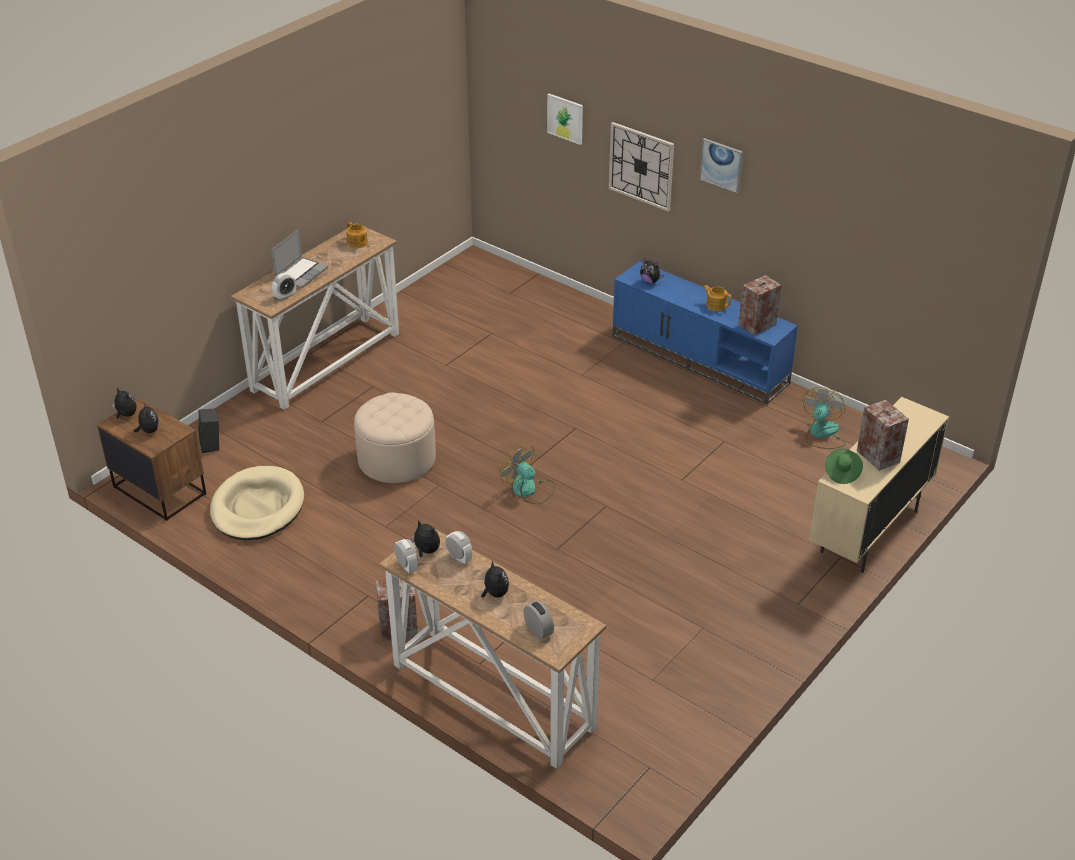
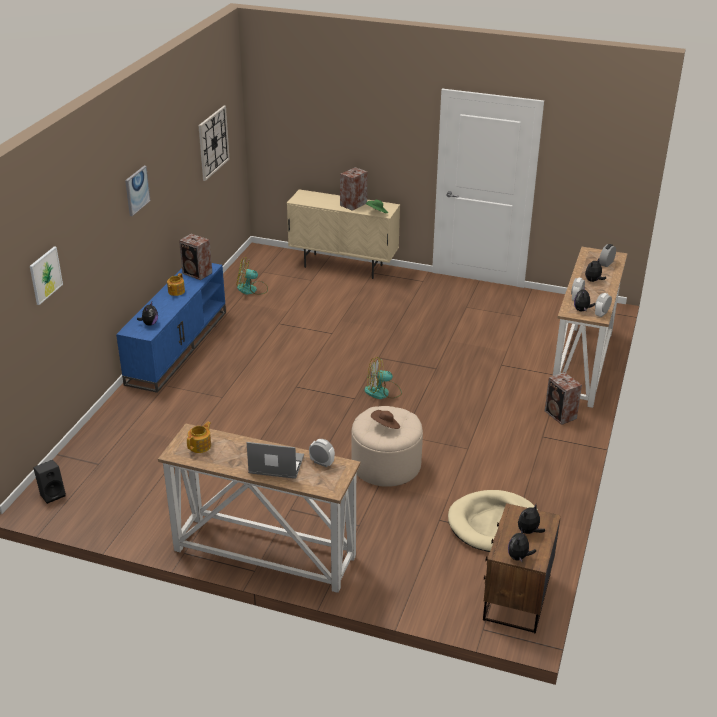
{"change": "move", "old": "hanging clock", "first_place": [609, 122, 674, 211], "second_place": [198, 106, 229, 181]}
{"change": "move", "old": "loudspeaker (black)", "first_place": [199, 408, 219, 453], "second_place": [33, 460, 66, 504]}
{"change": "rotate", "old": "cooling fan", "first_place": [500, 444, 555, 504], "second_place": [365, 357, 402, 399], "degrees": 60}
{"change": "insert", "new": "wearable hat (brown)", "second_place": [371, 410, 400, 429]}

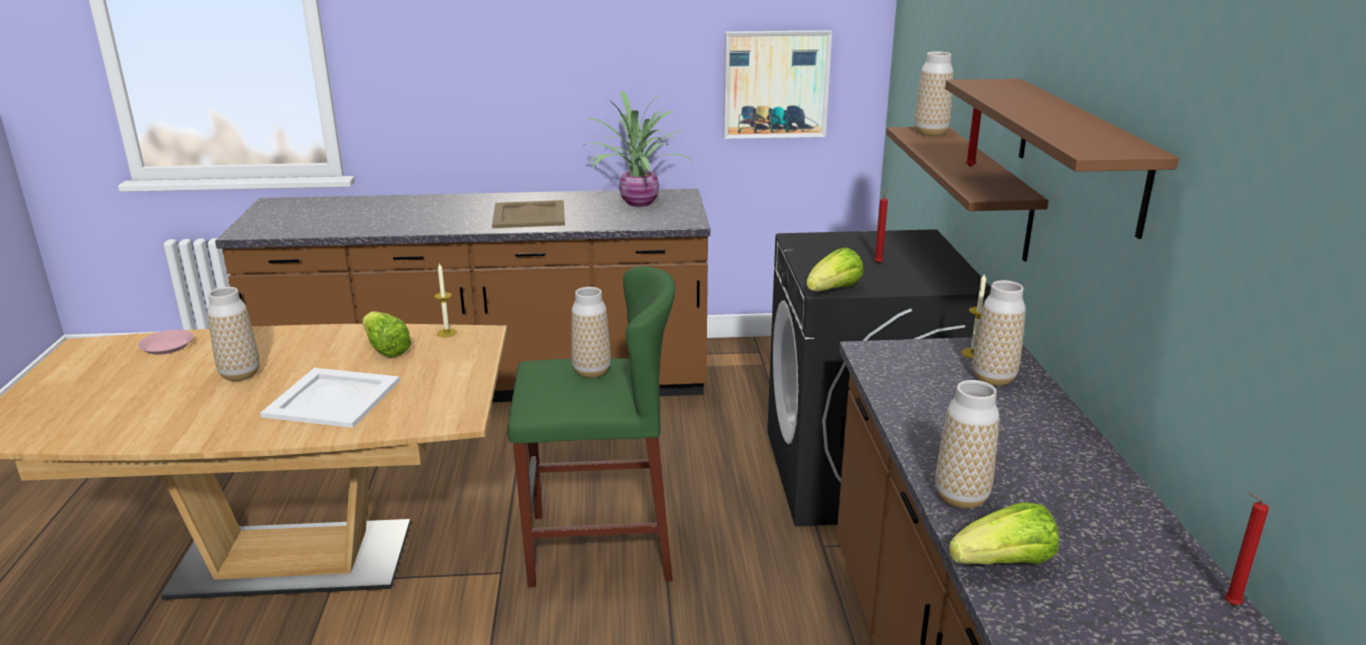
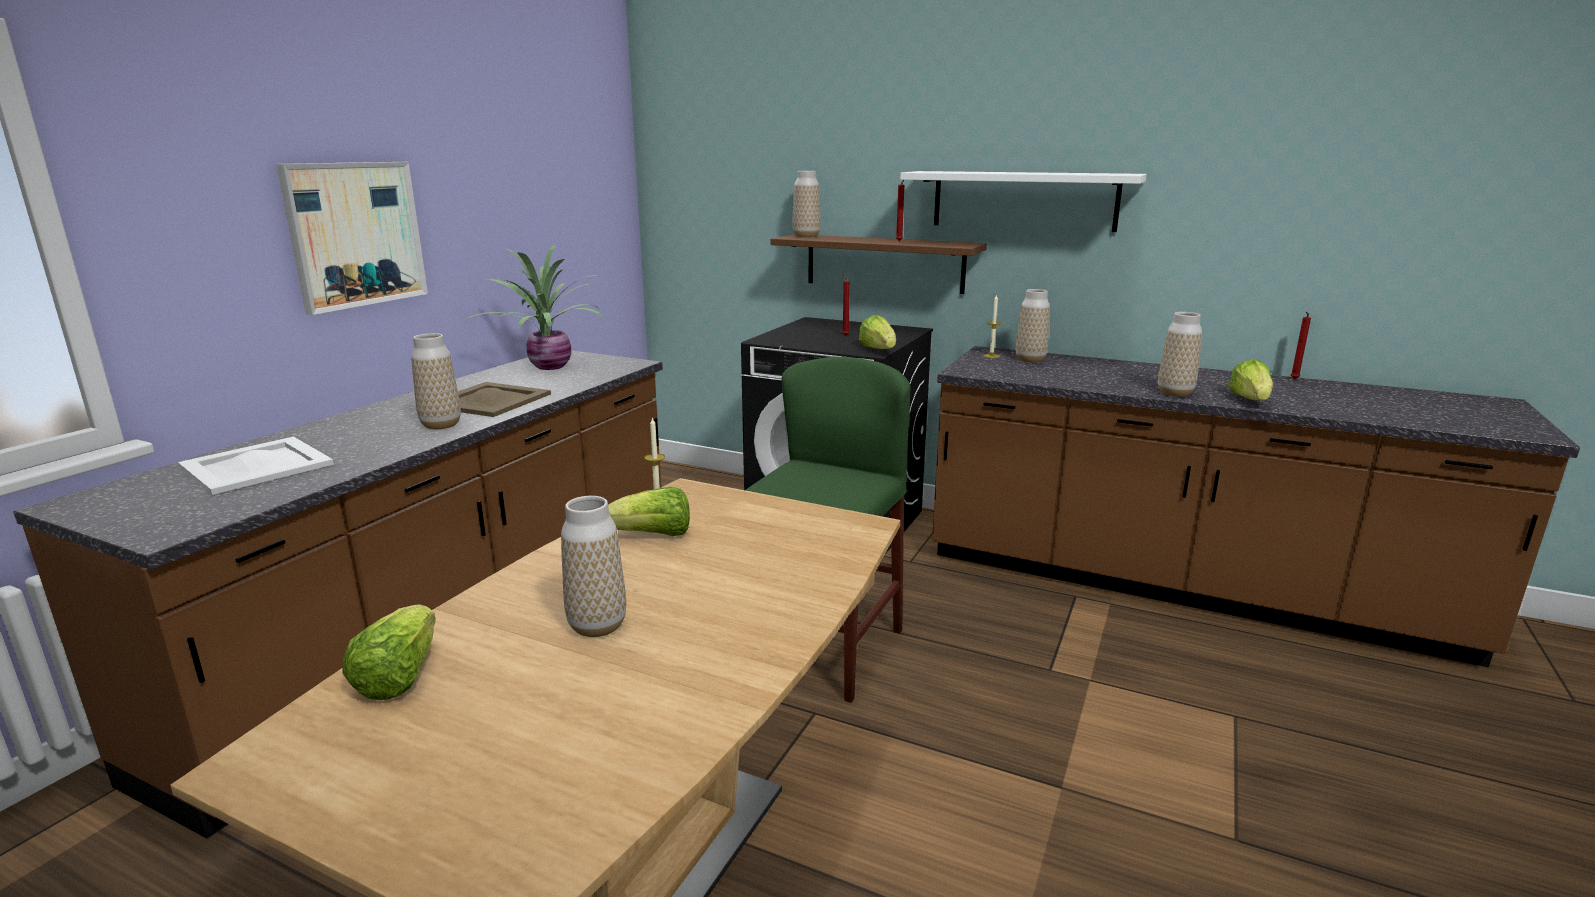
{"change": "move", "old": "picture", "first_place": [723, 30, 832, 139], "second_place": [276, 162, 428, 315]}
{"change": "recolor", "old": "shelf (brown)", "new": "shelf (white)", "first_place": [945, 79, 1179, 239], "second_place": [900, 171, 1147, 232]}
{"change": "move", "old": "flower vase", "first_place": [571, 287, 611, 378], "second_place": [411, 333, 461, 429]}
{"change": "replace", "old": "plate (pink)", "new": "head of lettuce", "first_place": [138, 330, 193, 355], "second_place": [342, 604, 436, 700]}
{"change": "move", "old": "carrying tray (white)", "first_place": [260, 368, 400, 428], "second_place": [178, 437, 334, 495]}

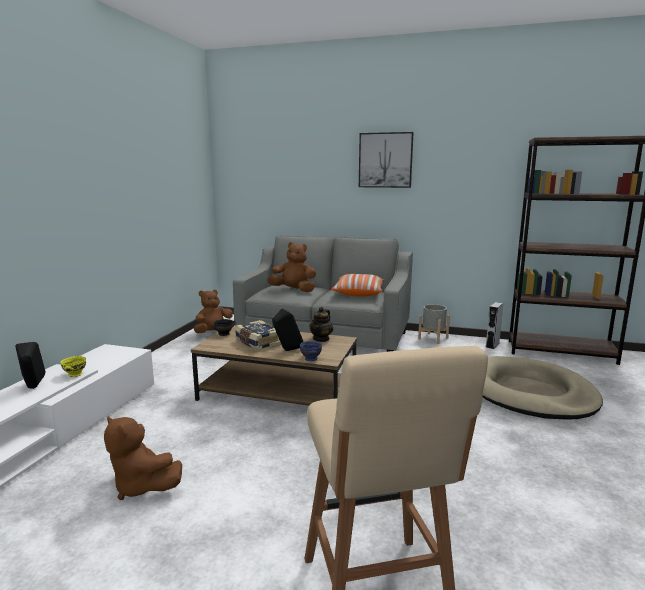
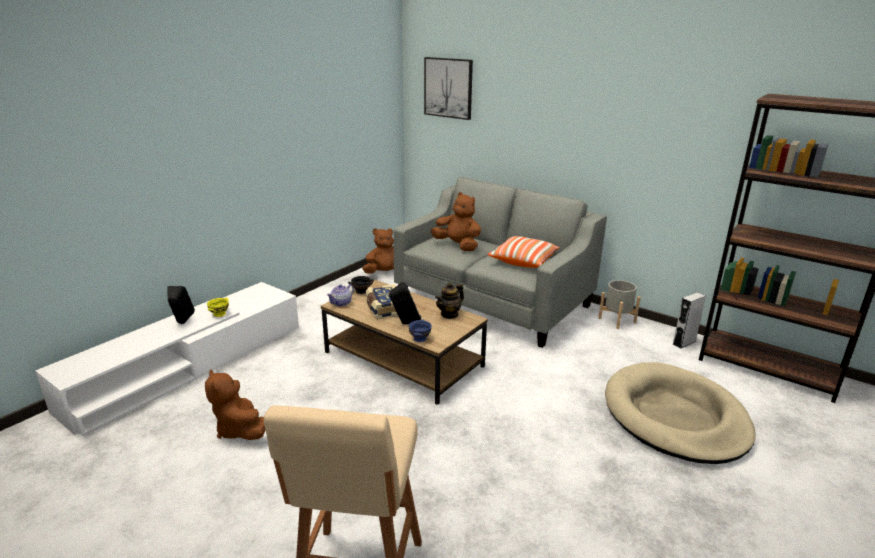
{"change": "move", "old": "picture", "first_place": [359, 132, 414, 188], "second_place": [424, 57, 473, 120]}
{"change": "insert", "new": "tea pot", "second_place": [327, 284, 354, 307]}

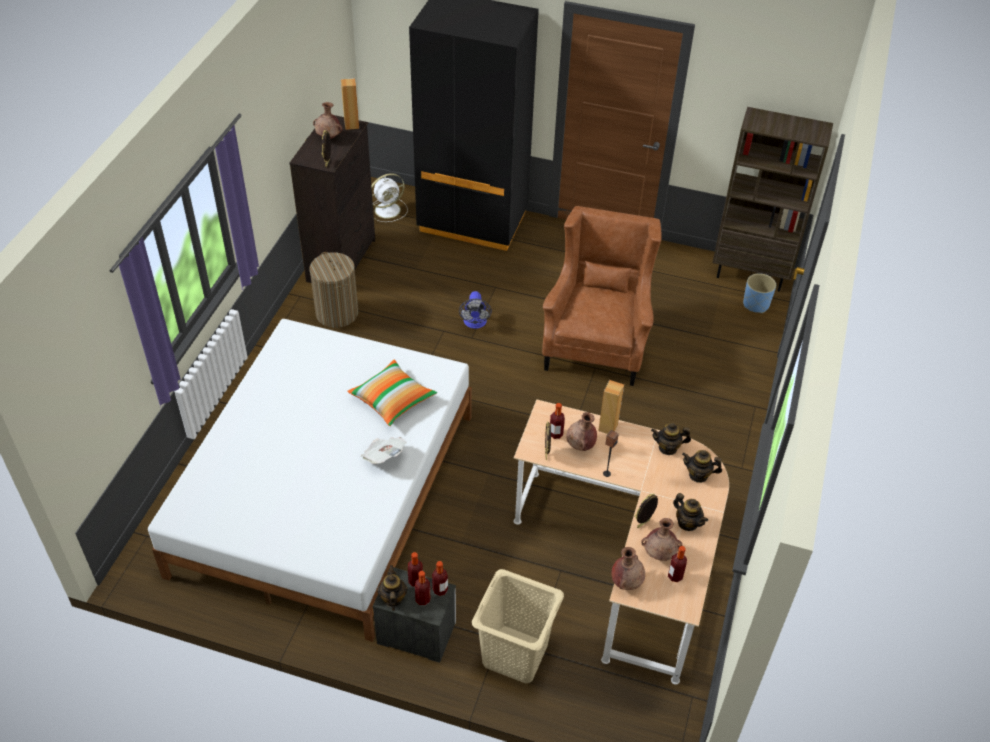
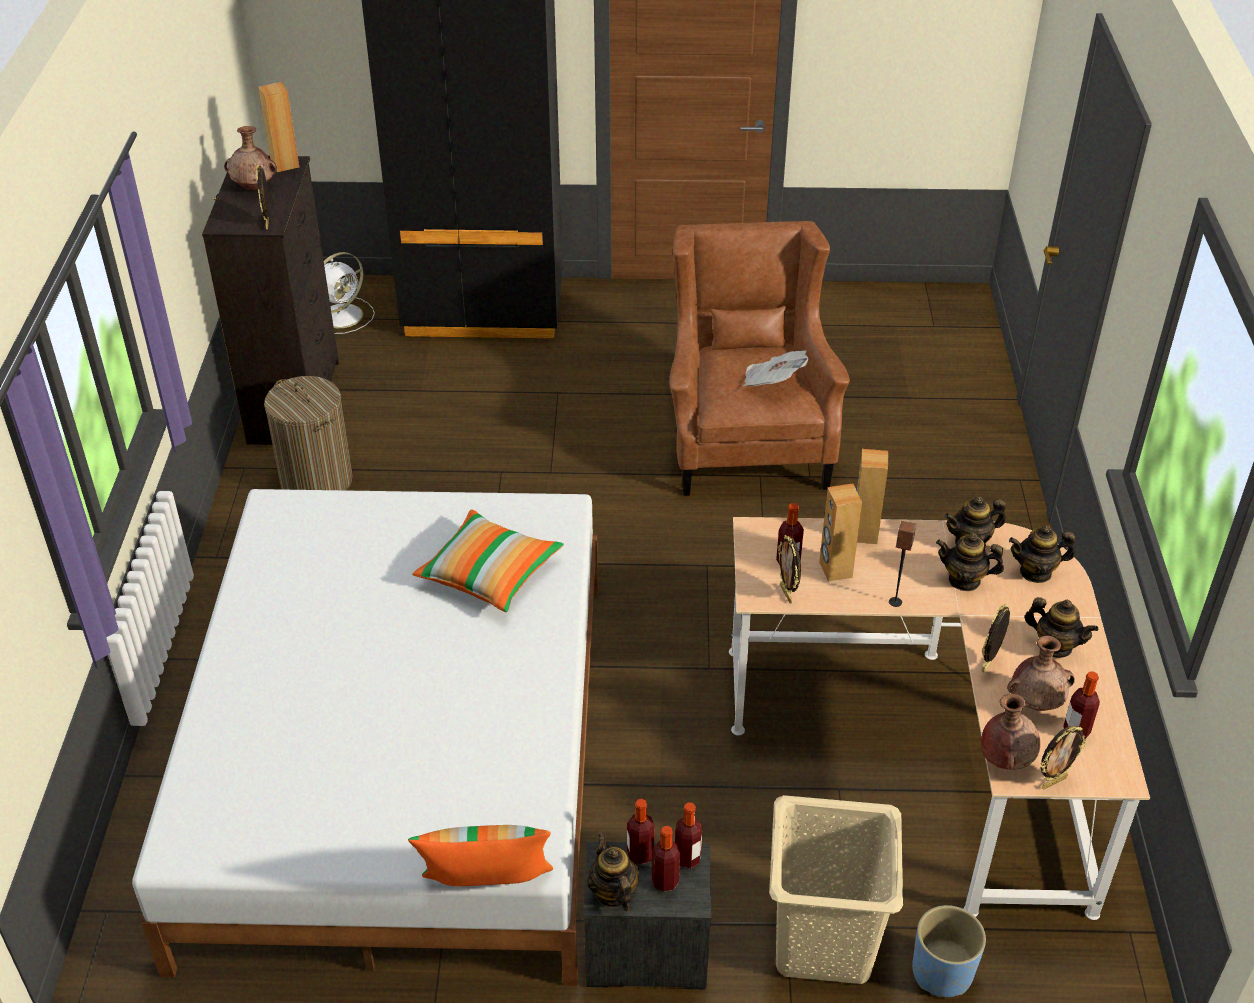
{"change": "delete", "old": "bookcase (brown)", "first_place": [712, 107, 833, 292]}
{"change": "move", "old": "flower pot (blue)", "first_place": [743, 273, 776, 313], "second_place": [912, 905, 986, 997]}
{"change": "delete", "old": "cooling fan", "first_place": [459, 291, 492, 329]}
{"change": "replace", "old": "flower vase (brown)", "new": "loudspeaker (brown)", "first_place": [566, 412, 597, 451], "second_place": [819, 483, 862, 581]}
{"change": "move", "old": "printed paper", "first_place": [361, 437, 407, 464], "second_place": [743, 351, 808, 387]}
{"change": "insert", "new": "tea pot", "second_place": [936, 533, 1004, 591]}
{"change": "insert", "new": "standing frame", "second_place": [1041, 726, 1087, 790]}
{"change": "insert", "new": "cushion", "second_place": [408, 825, 553, 886]}

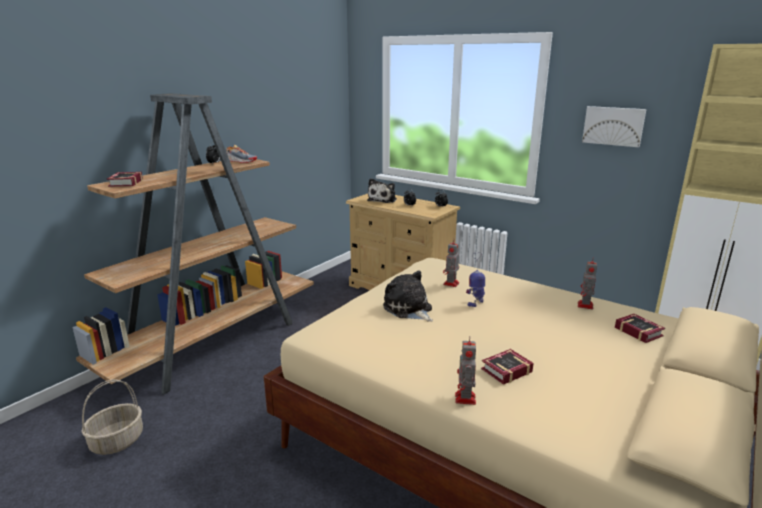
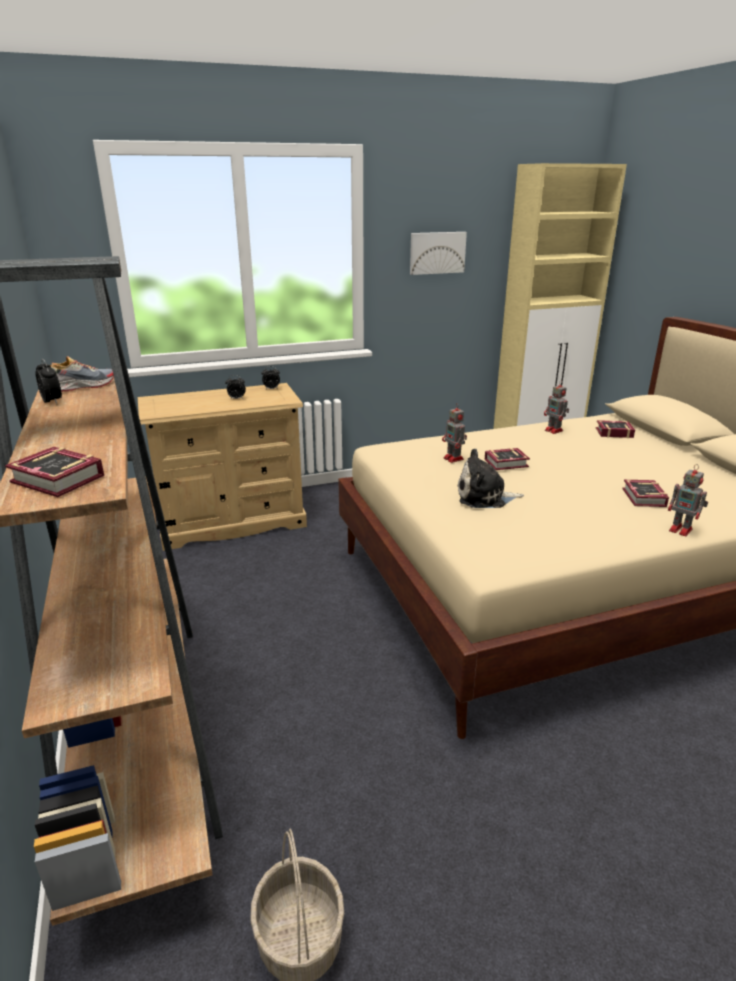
{"change": "delete", "old": "cuddly toy", "first_place": [367, 178, 397, 203]}
{"change": "replace", "old": "model robot", "new": "book", "first_place": [466, 252, 485, 307], "second_place": [485, 448, 530, 470]}

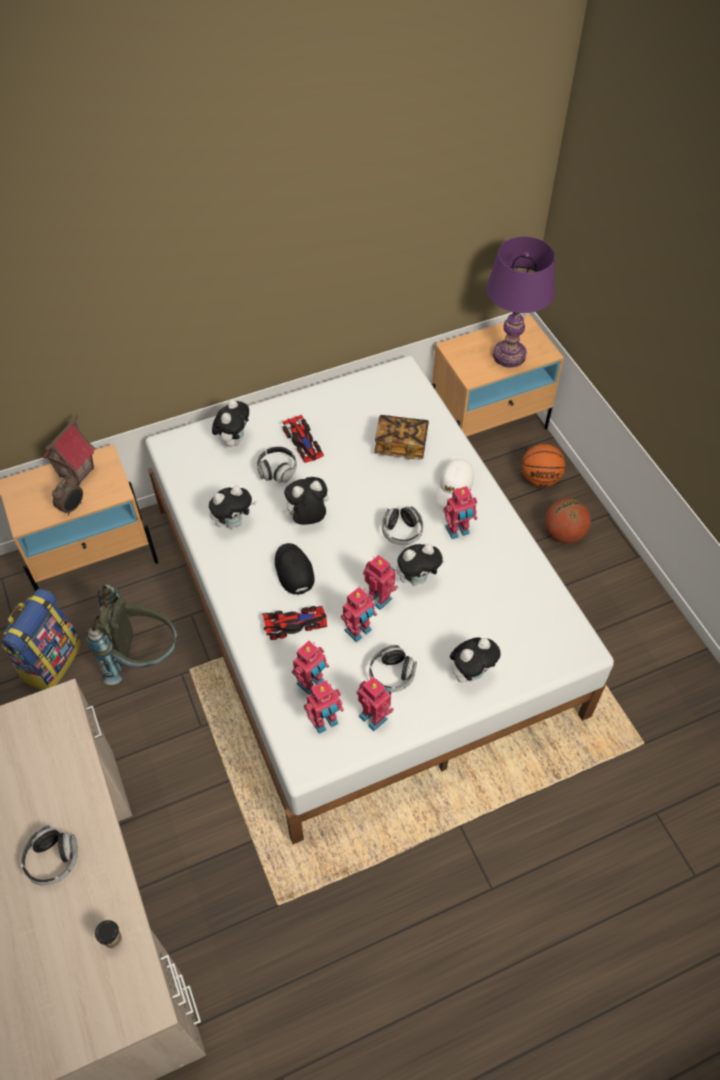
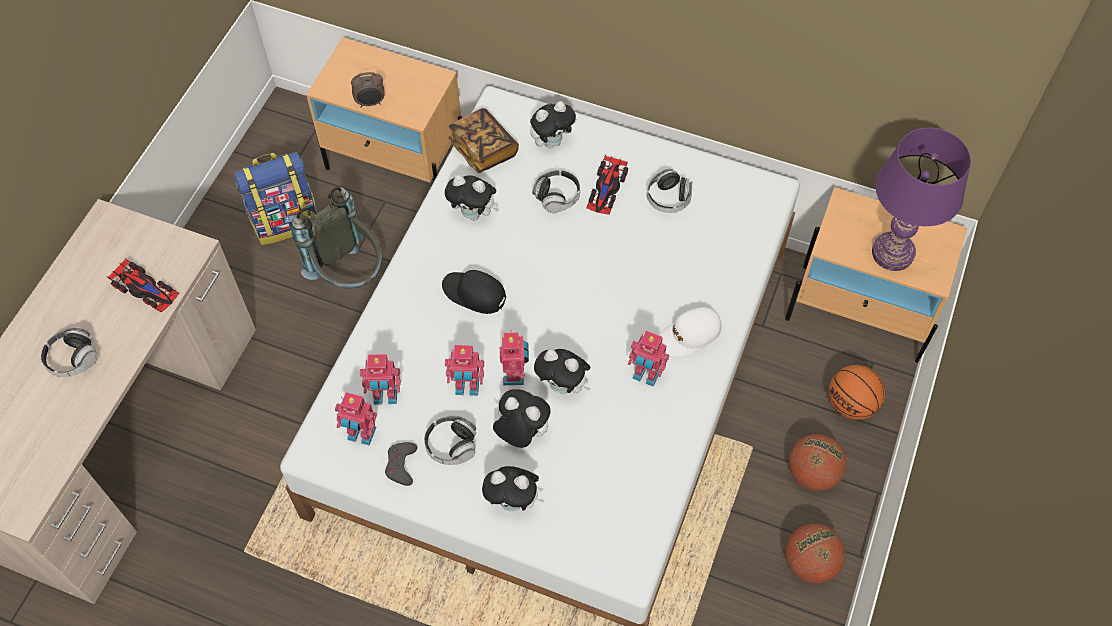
{"change": "delete", "old": "miniature house", "first_place": [43, 415, 95, 486]}
{"change": "move", "old": "book", "first_place": [374, 415, 429, 459], "second_place": [448, 108, 519, 173]}
{"change": "move", "old": "cuddly toy", "first_place": [281, 477, 329, 525], "second_place": [493, 389, 551, 448]}
{"change": "move", "old": "headphones", "first_place": [382, 506, 423, 545], "second_place": [647, 169, 693, 213]}
{"change": "rotate", "old": "cap (black)", "first_place": [275, 543, 315, 595], "second_place": [442, 270, 506, 314], "degrees": -90}
{"change": "move", "old": "toy car", "first_place": [262, 606, 327, 640], "second_place": [108, 259, 179, 313]}
{"change": "replace", "old": "model robot", "new": "game controller (greyish)", "first_place": [356, 676, 394, 731], "second_place": [385, 442, 418, 486]}
{"change": "delete", "old": "drinking cup", "first_place": [95, 920, 122, 949]}
{"change": "insert", "new": "ball for basketball", "second_place": [785, 524, 845, 584]}

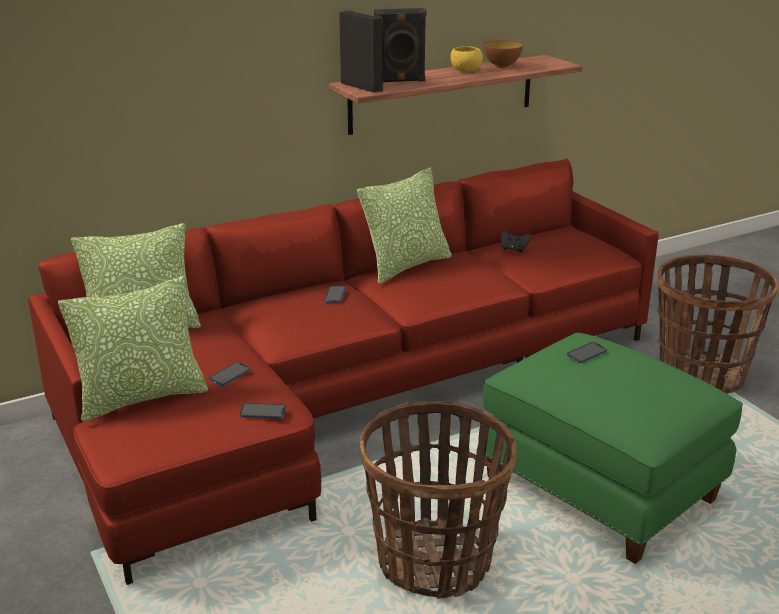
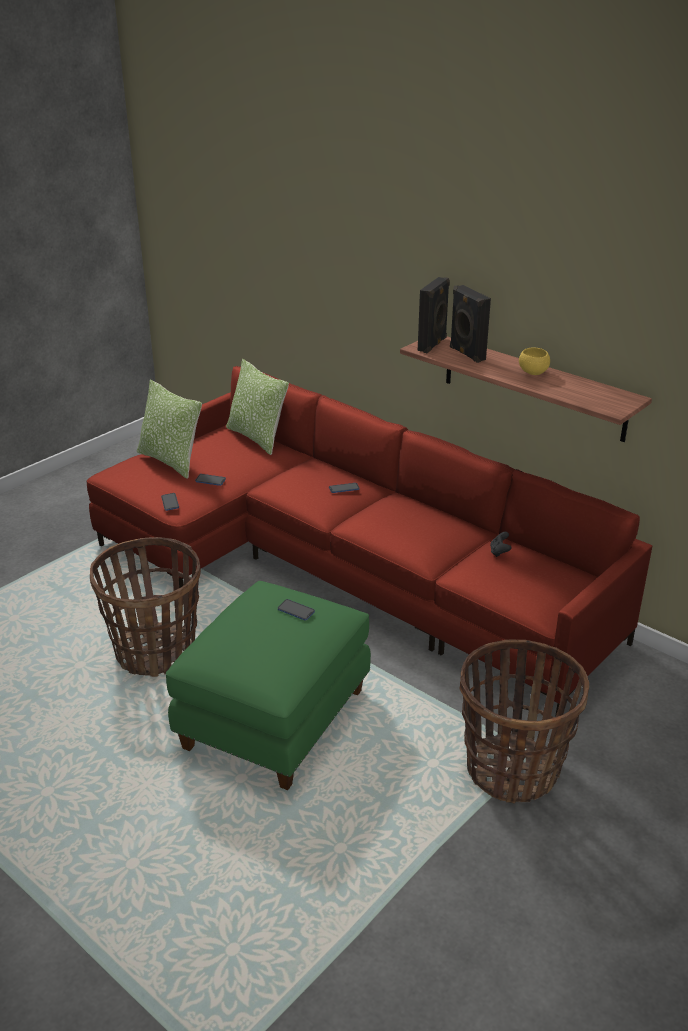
{"change": "delete", "old": "deep dish", "first_place": [483, 41, 523, 68]}
{"change": "delete", "old": "cushion", "first_place": [357, 167, 452, 284]}

